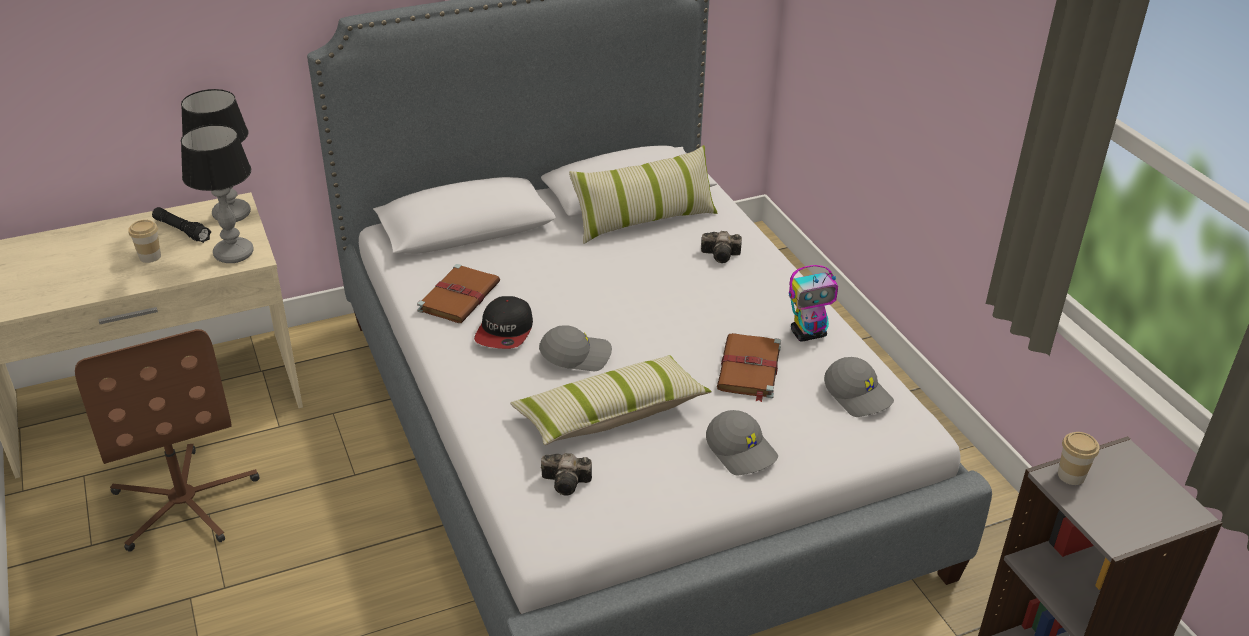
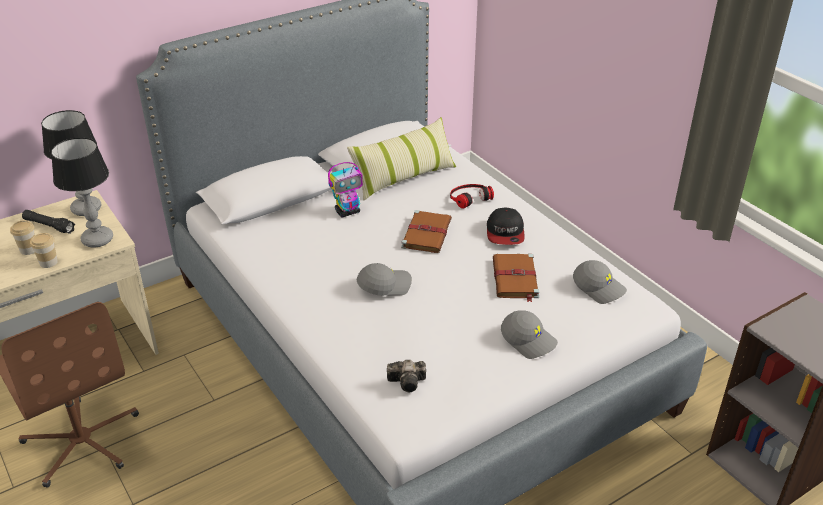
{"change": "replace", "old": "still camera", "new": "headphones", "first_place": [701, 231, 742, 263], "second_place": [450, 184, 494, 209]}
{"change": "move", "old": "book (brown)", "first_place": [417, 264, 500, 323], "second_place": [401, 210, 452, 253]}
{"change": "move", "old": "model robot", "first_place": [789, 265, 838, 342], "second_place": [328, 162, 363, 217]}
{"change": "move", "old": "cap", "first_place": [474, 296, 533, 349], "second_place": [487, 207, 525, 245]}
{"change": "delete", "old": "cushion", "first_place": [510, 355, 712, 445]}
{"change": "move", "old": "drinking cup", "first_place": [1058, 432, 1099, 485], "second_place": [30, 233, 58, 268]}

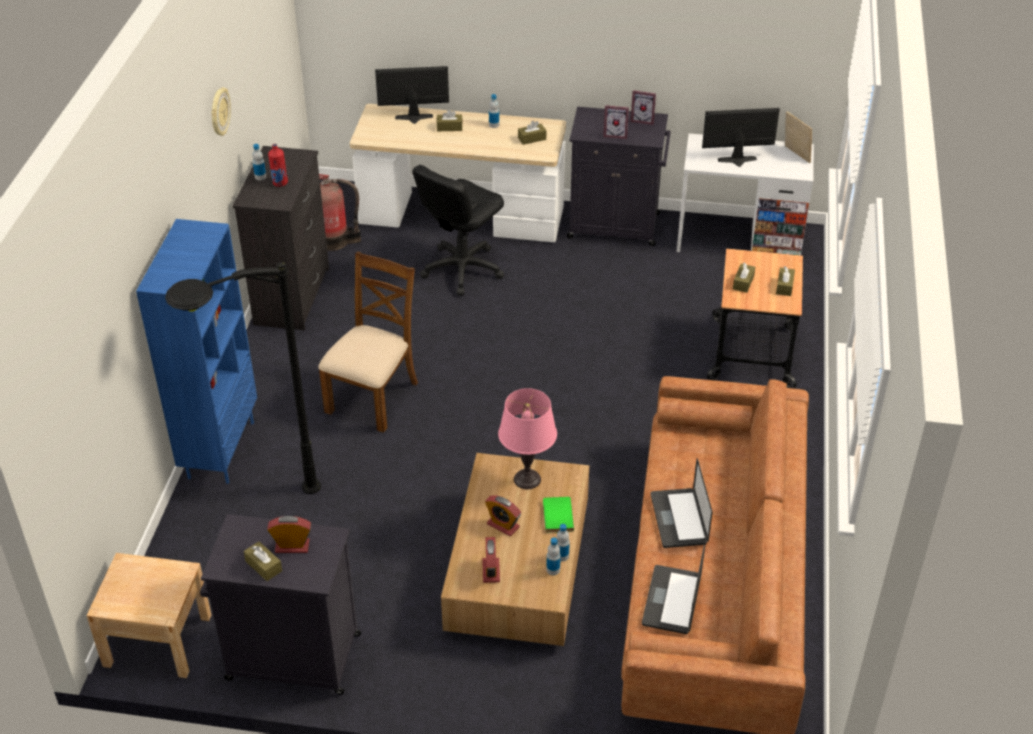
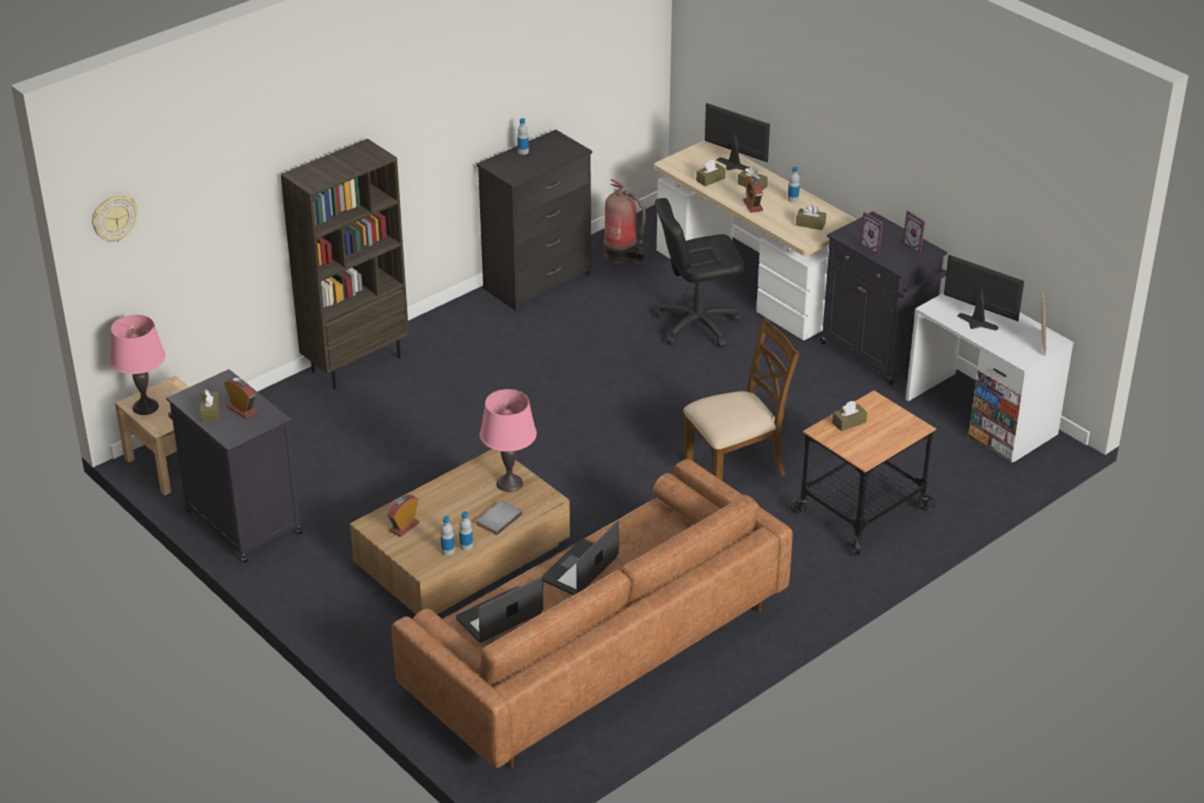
{"change": "move", "old": "hanging clock", "first_place": [211, 87, 231, 136], "second_place": [92, 195, 137, 242]}
{"change": "delete", "old": "drink bottle (red-coloured)", "first_place": [268, 144, 288, 187]}
{"change": "recolor", "old": "bookcase (blue)", "new": "bookcase (brown)", "first_place": [136, 219, 257, 484], "second_place": [281, 139, 409, 389]}
{"change": "move", "old": "chair (brown)", "first_place": [318, 252, 418, 433], "second_place": [683, 318, 799, 481]}
{"change": "delete", "old": "standing lamp (black)", "first_place": [165, 262, 321, 494]}
{"change": "move", "old": "box of tissues (brown)", "first_place": [776, 266, 795, 296], "second_place": [696, 160, 726, 186]}
{"change": "move", "old": "bedside clock", "first_place": [485, 495, 521, 536], "second_place": [743, 176, 763, 213]}
{"change": "recolor", "old": "book (green-coloured)", "new": "book (greyish)", "first_place": [543, 497, 574, 533], "second_place": [476, 501, 523, 536]}
{"change": "insert", "new": "lamp for a table (pink)", "second_place": [110, 315, 165, 415]}

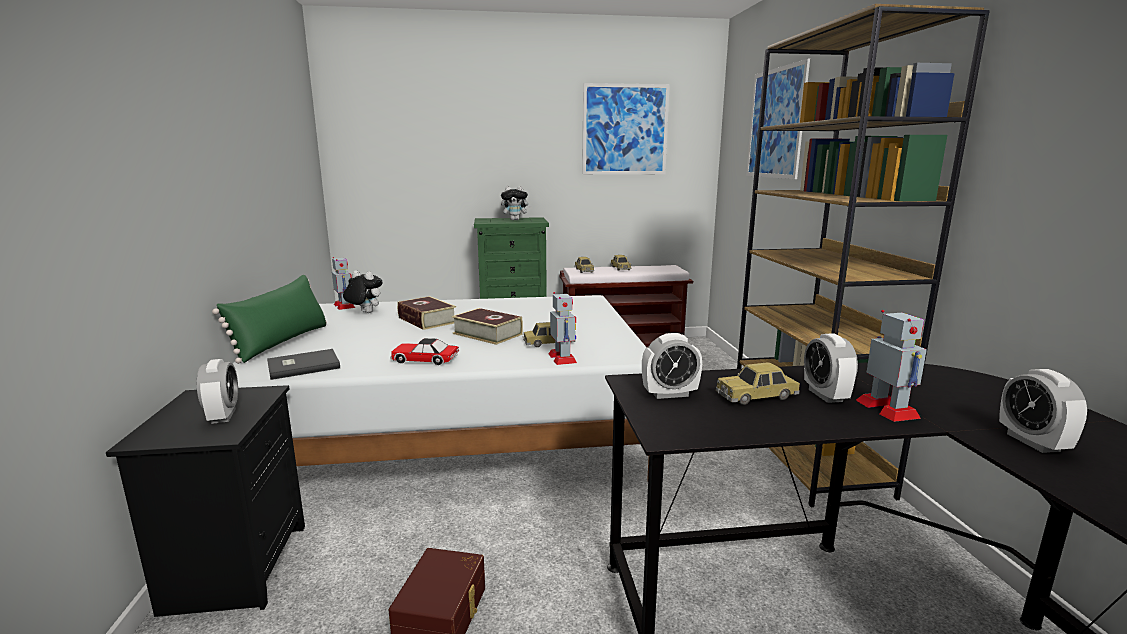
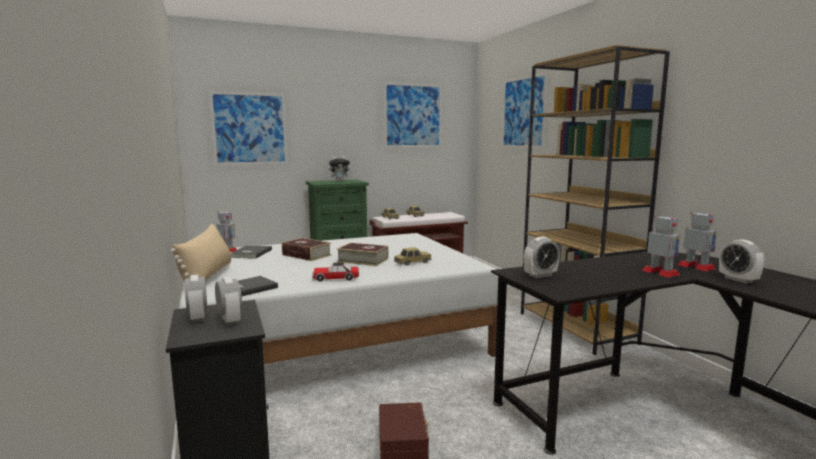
{"change": "replace", "old": "cuddly toy", "new": "book (greyish)", "first_place": [343, 270, 382, 313], "second_place": [231, 245, 272, 259]}
{"change": "recolor", "old": "cushion (green-coloured)", "new": "cushion (beige)", "first_place": [212, 275, 327, 364], "second_place": [170, 224, 231, 281]}
{"change": "move", "old": "model robot", "first_place": [548, 292, 577, 365], "second_place": [678, 212, 717, 271]}
{"change": "move", "old": "bedside clock", "first_place": [804, 333, 858, 403], "second_place": [184, 275, 207, 322]}
{"change": "delete", "old": "toy car", "first_place": [716, 362, 800, 405]}
{"change": "insert", "new": "picture", "second_place": [209, 91, 288, 165]}

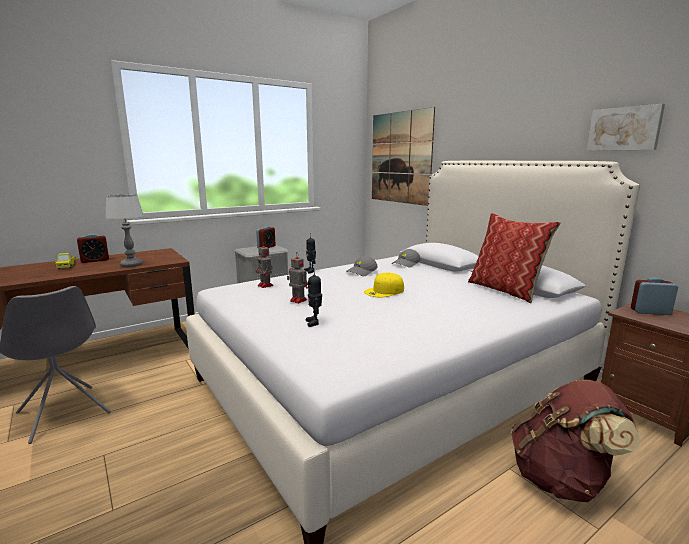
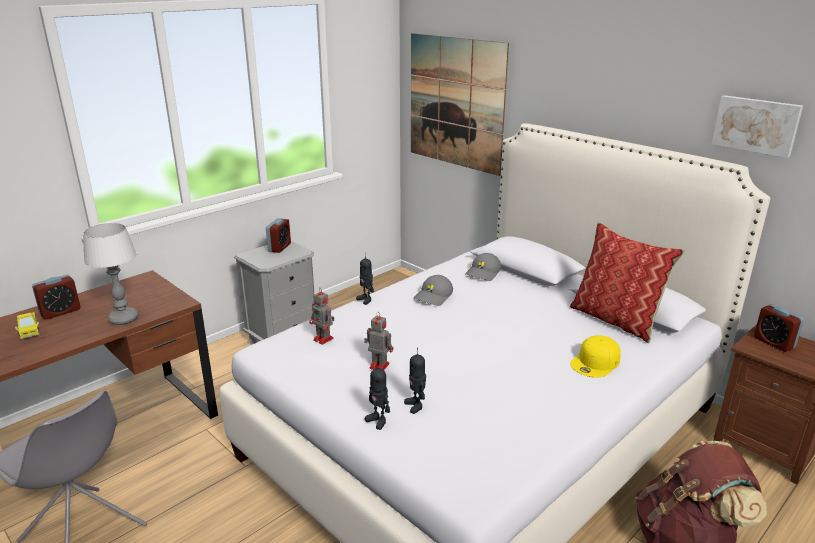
{"change": "move", "old": "cap (yellowish)", "first_place": [364, 273, 404, 297], "second_place": [570, 335, 621, 378]}
{"change": "rotate", "old": "bedside clock", "first_place": [631, 277, 678, 315], "second_place": [754, 304, 804, 352], "degrees": -120}
{"change": "insert", "new": "model robot", "second_place": [365, 361, 390, 430]}

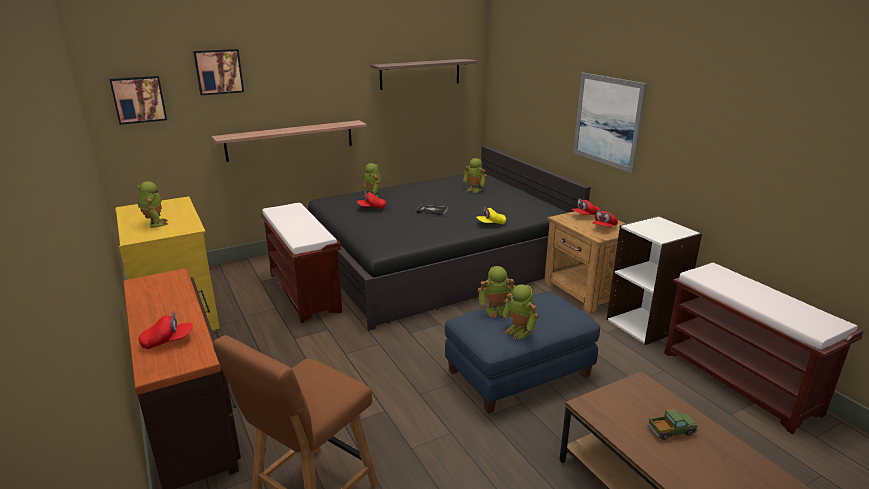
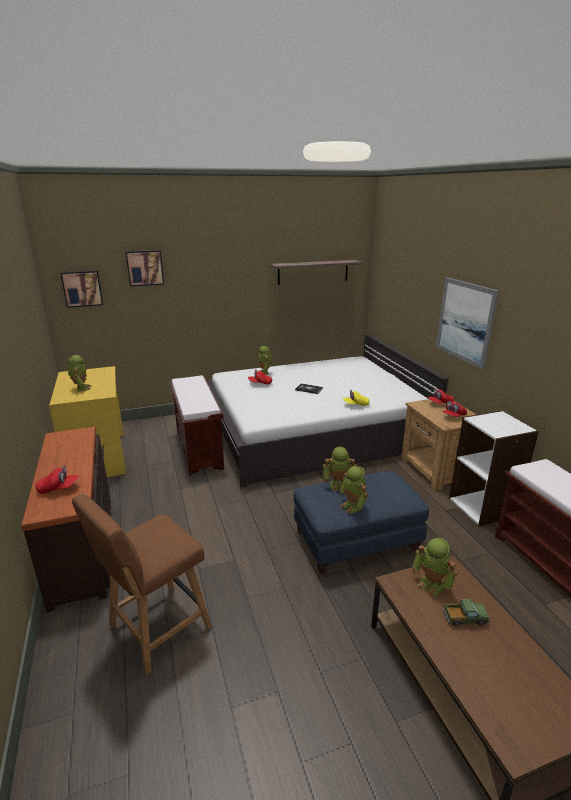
{"change": "delete", "old": "shelf", "first_place": [212, 120, 367, 162]}
{"change": "recolor", "old": "bedroom bed (black)", "new": "bedroom bed (white)", "first_place": [308, 146, 591, 331], "second_place": [207, 334, 449, 488]}
{"change": "move", "old": "model robot", "first_place": [463, 158, 487, 193], "second_place": [412, 538, 458, 597]}

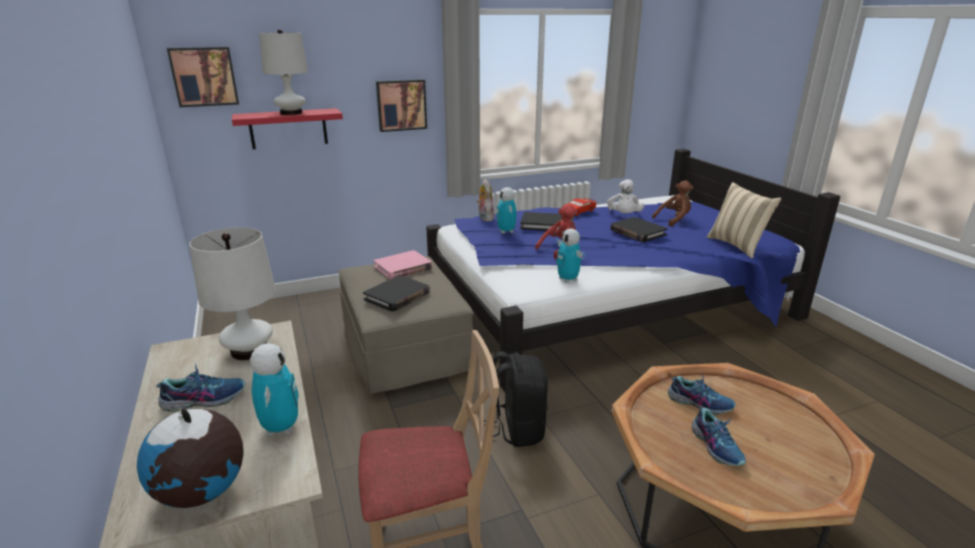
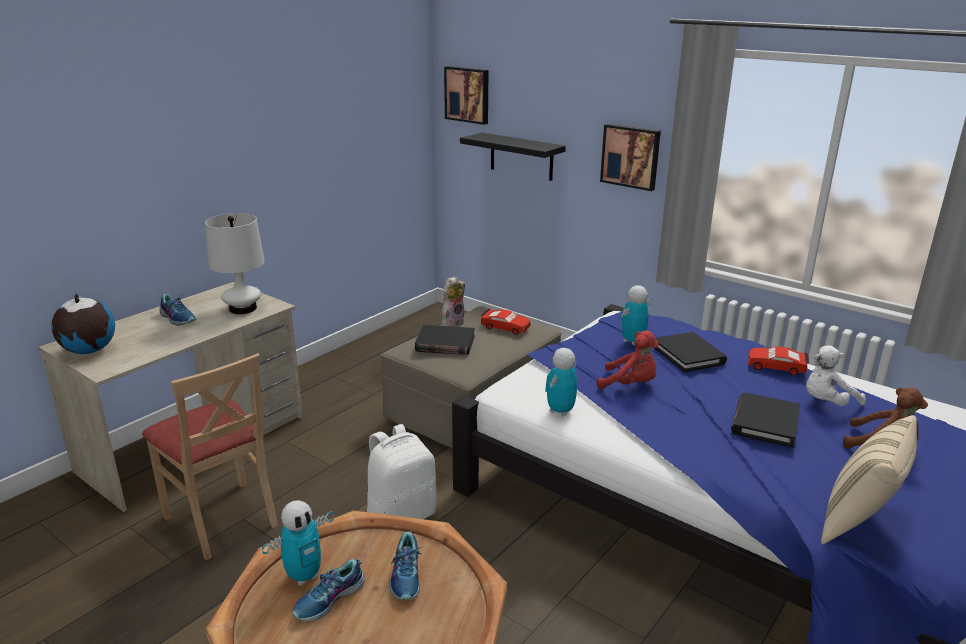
{"change": "delete", "old": "lamp for a table (white)", "first_place": [259, 29, 308, 115]}
{"change": "recolor", "old": "shelf (red-coloured)", "new": "shelf (black)", "first_place": [232, 108, 343, 149], "second_place": [460, 133, 566, 181]}
{"change": "move", "old": "cuddly toy", "first_place": [476, 179, 494, 221], "second_place": [441, 276, 465, 327]}
{"change": "replace", "old": "book (pink)", "new": "toy car (red-coloured)", "first_place": [374, 250, 433, 279], "second_place": [481, 309, 531, 335]}
{"change": "move", "old": "model robot", "first_place": [250, 343, 299, 436], "second_place": [262, 500, 334, 586]}
{"change": "recolor", "old": "rucksack (black)", "new": "rucksack (white)", "first_place": [484, 351, 548, 447], "second_place": [367, 424, 437, 519]}

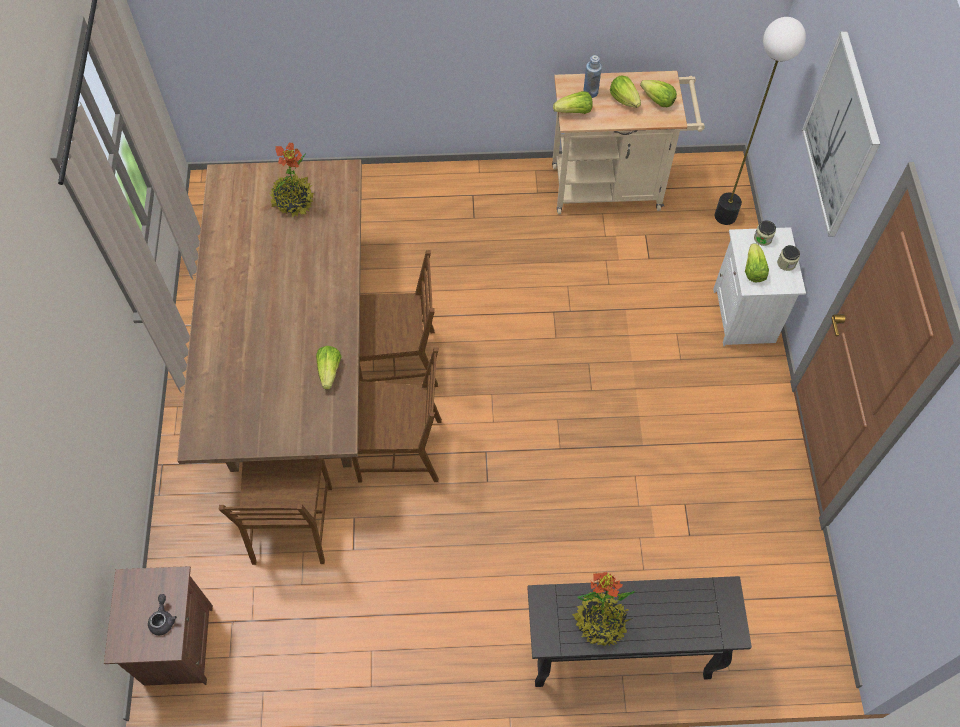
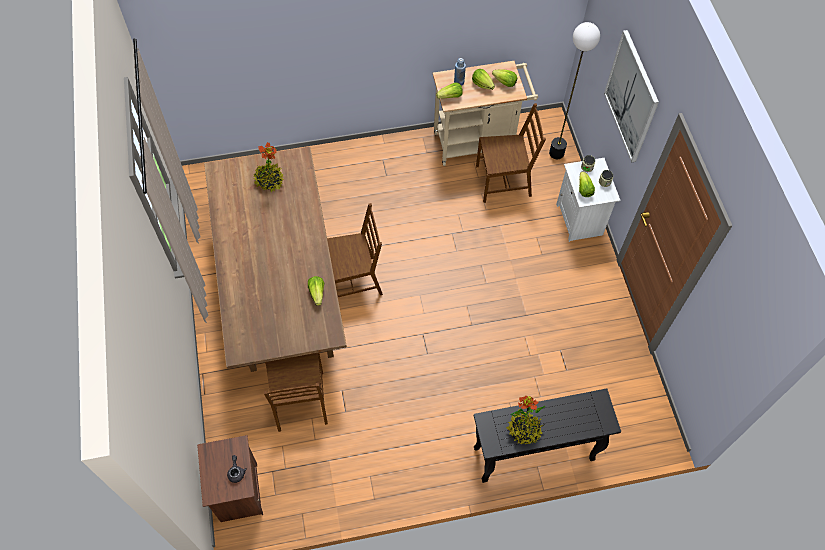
{"change": "move", "old": "chair (brown)", "first_place": [352, 347, 442, 483], "second_place": [476, 103, 546, 203]}

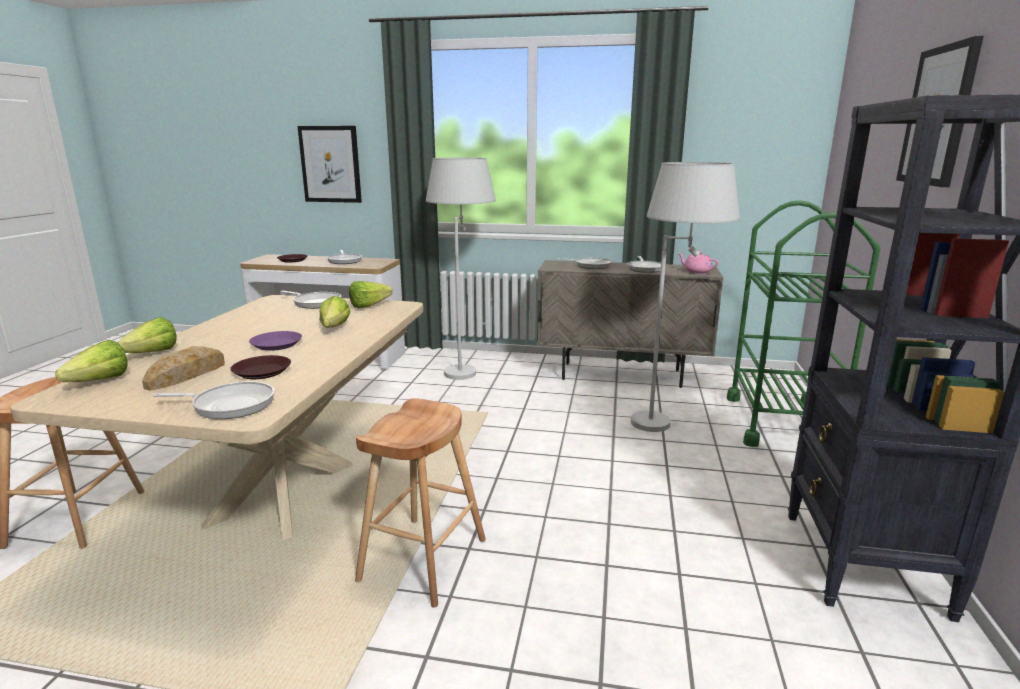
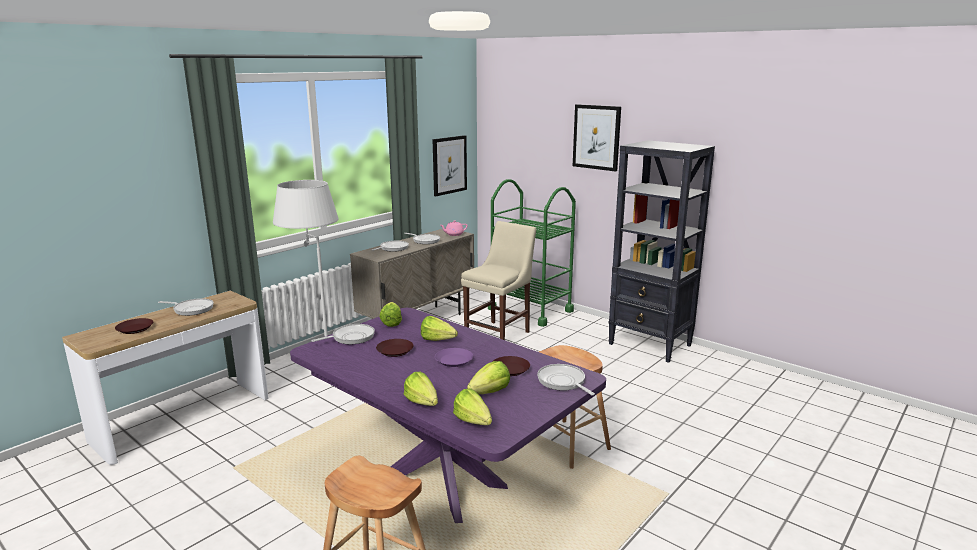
{"change": "move", "old": "picture", "first_place": [298, 126, 362, 203], "second_place": [432, 135, 467, 196]}
{"change": "replace", "old": "standing lamp (white)", "new": "chair (beige)", "first_place": [631, 162, 740, 432], "second_place": [461, 221, 536, 340]}
{"change": "recolor", "old": "dinner table (beige)", "new": "dinner table (purple)", "first_place": [10, 295, 423, 541], "second_place": [290, 308, 606, 523]}
{"change": "replace", "old": "bakery bread", "new": "head of lettuce", "first_place": [142, 346, 225, 391], "second_place": [467, 361, 510, 394]}
{"change": "rotate", "old": "frying pan", "first_place": [153, 381, 274, 419], "second_place": [537, 364, 595, 395], "degrees": -60}
{"change": "insert", "new": "plate (brown)", "second_place": [376, 339, 414, 357]}

